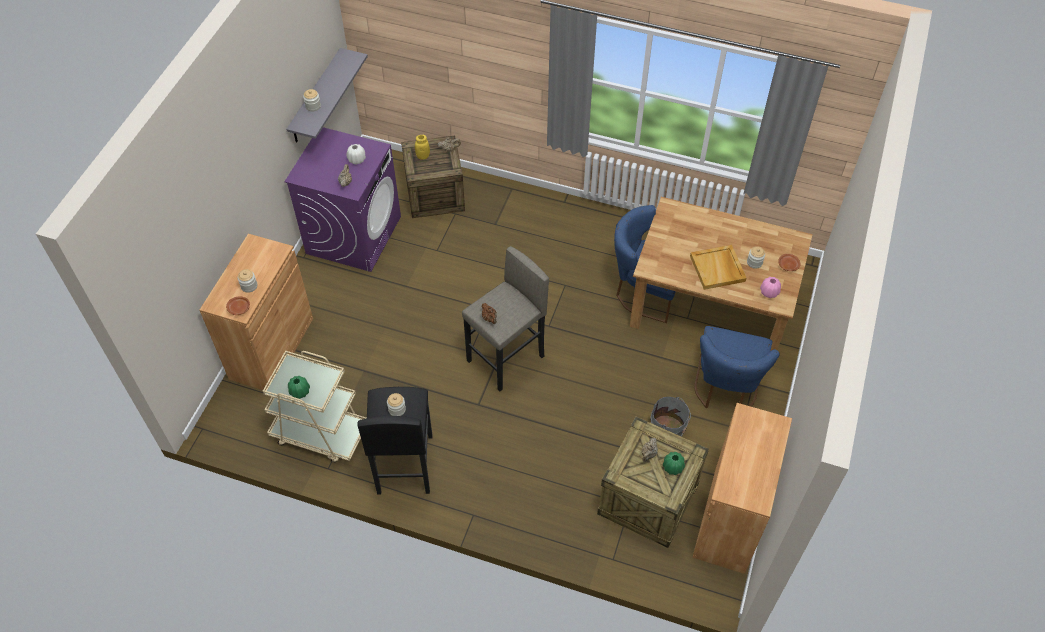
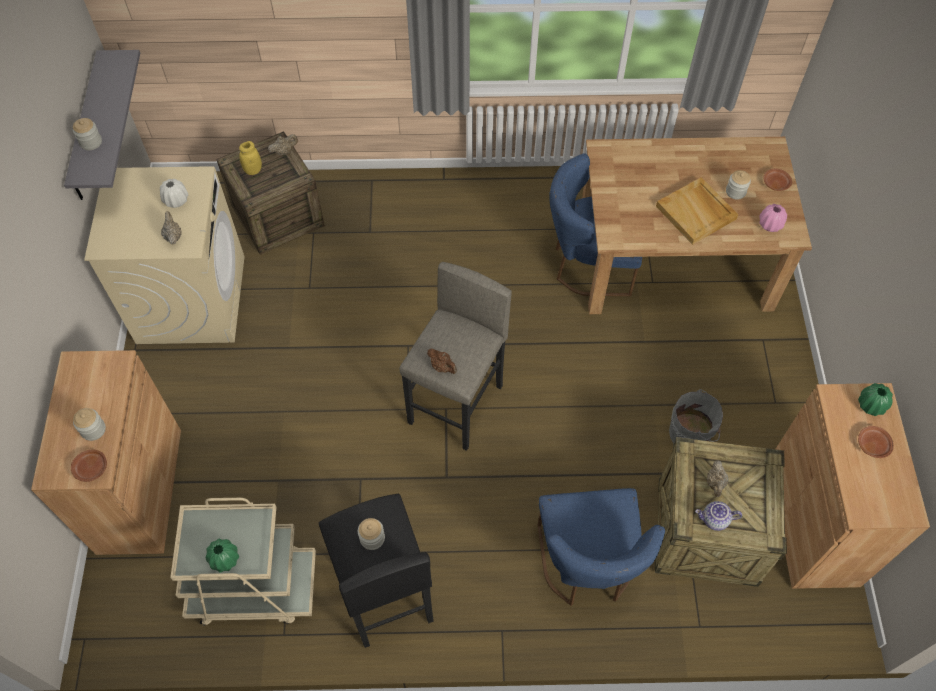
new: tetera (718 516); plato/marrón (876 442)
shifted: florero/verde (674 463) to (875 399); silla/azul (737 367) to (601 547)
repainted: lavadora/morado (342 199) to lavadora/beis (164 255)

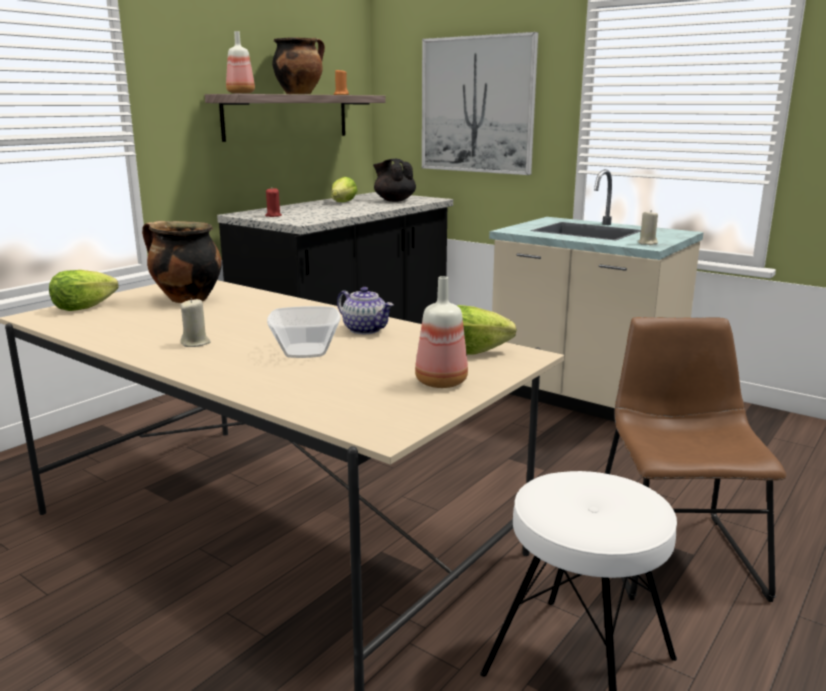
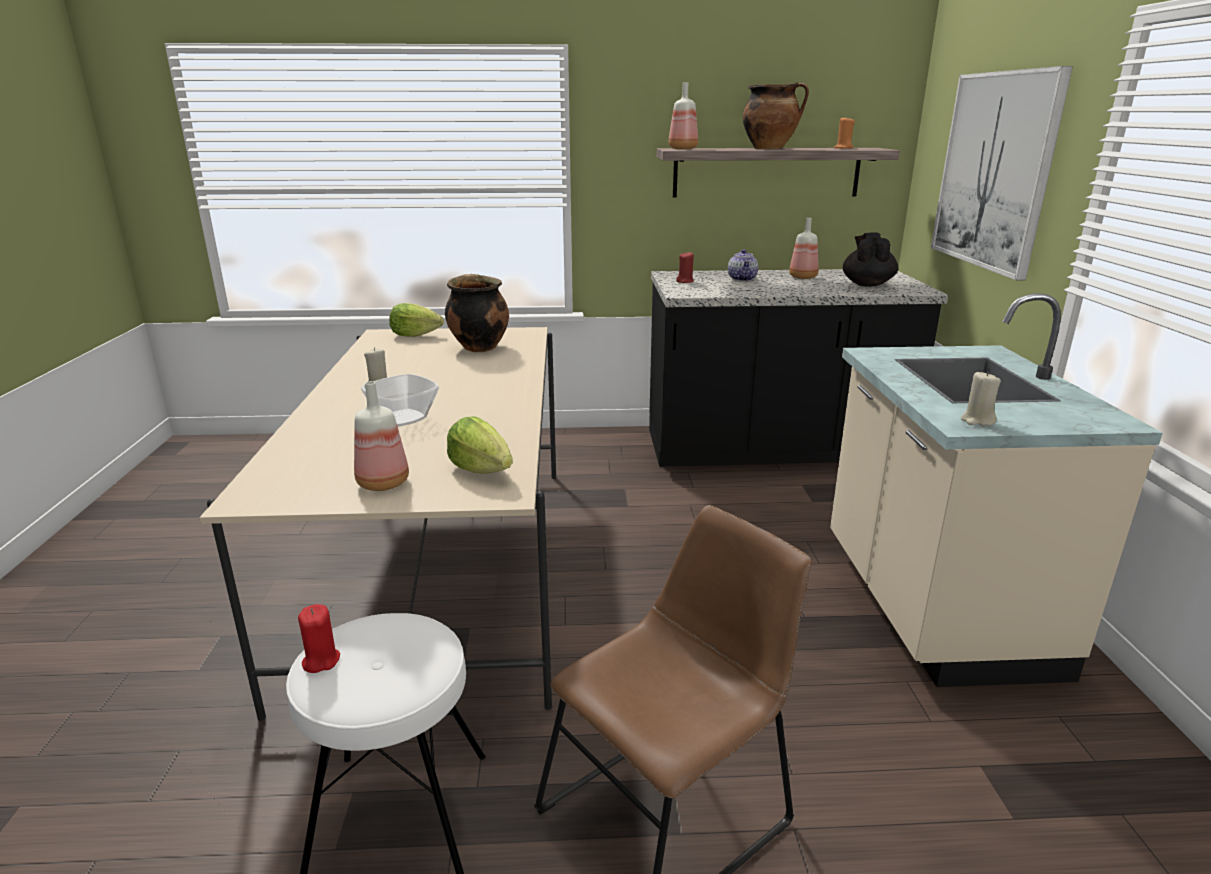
new: vela/rojo (319 638)
shifted: tetera (365 310) to (743 265)
swapped: lechuga (344 189) to botella (804 248)

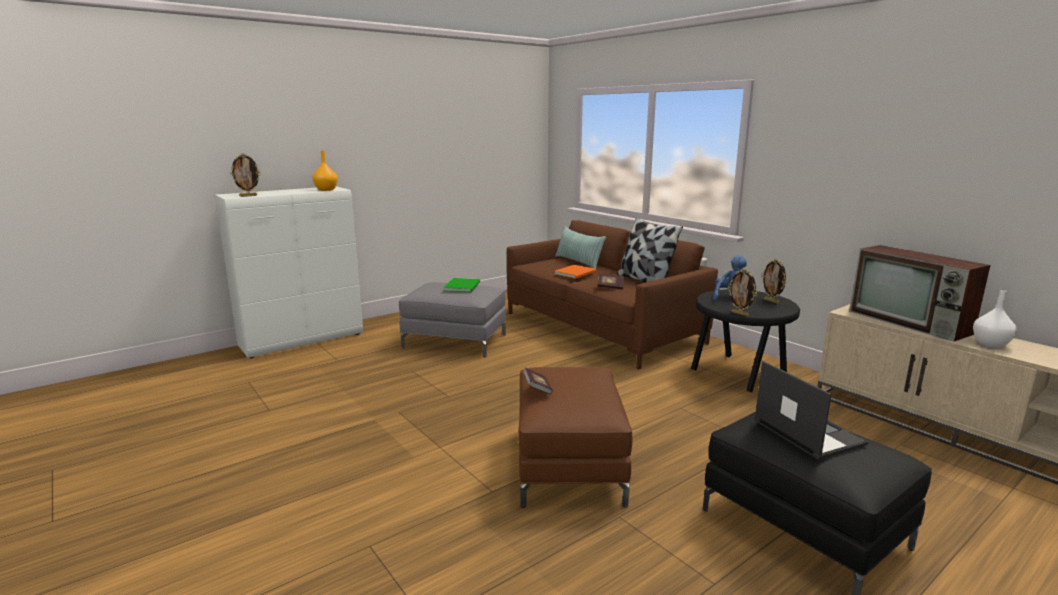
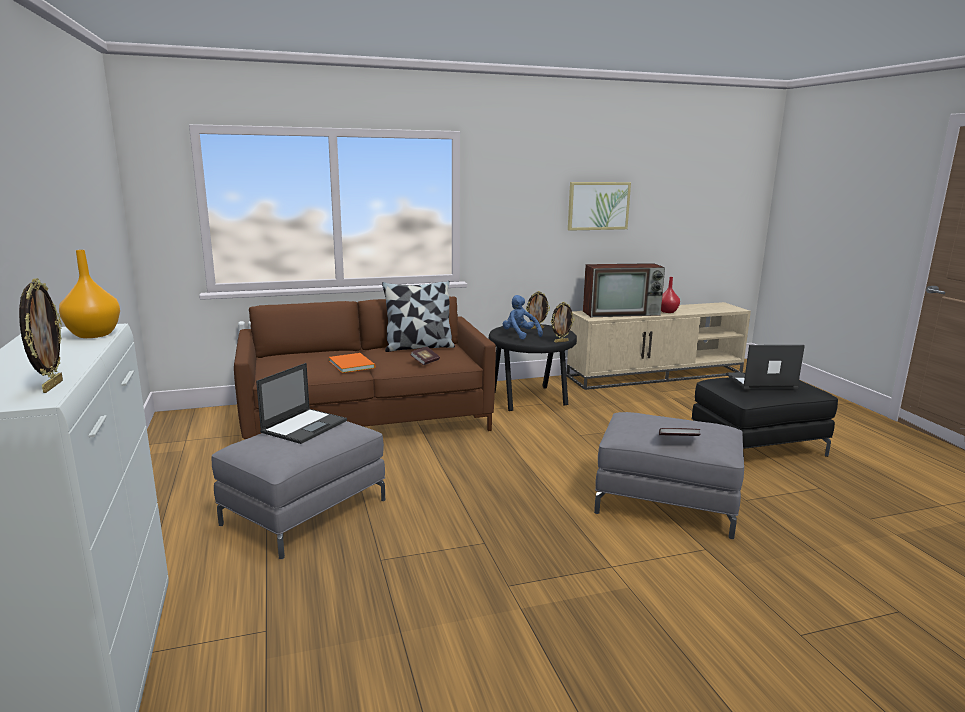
gone: cojín (580 247)
new: cuadro (599 206)
swapped: libro/verde (461 285) to portátil (301 403)
repainted: puf/marrón (575 437) to puf/gris (669 475); florero/blanco (995 319) to florero/rojo (670 295)

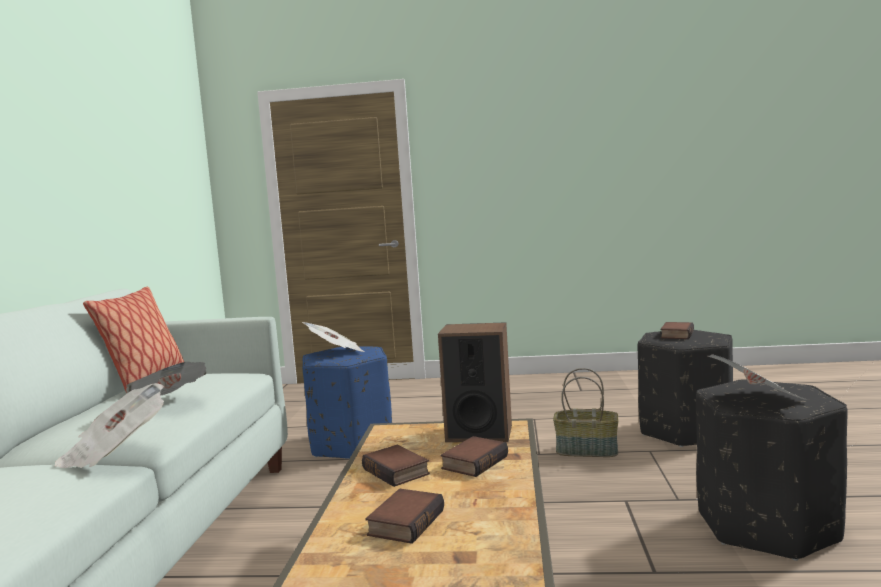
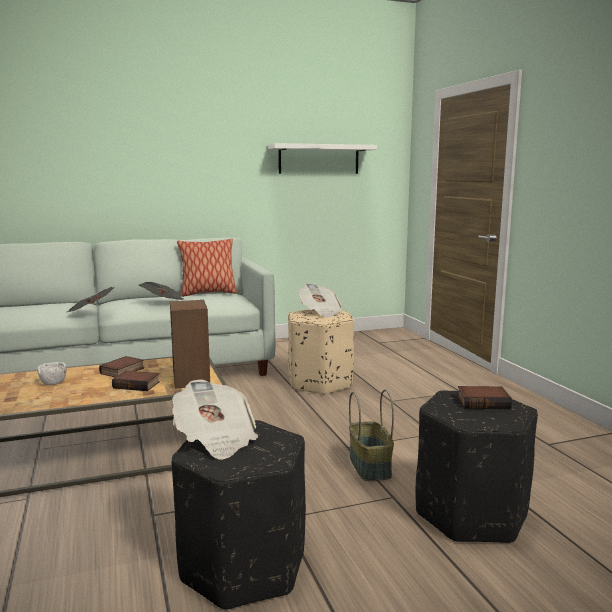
new: estante/blanco (322 158)
swapped: libro (404 516) to cuenco/blanco (52 373)
repainted: puf/azul (347 403) to puf/beis (321 352)

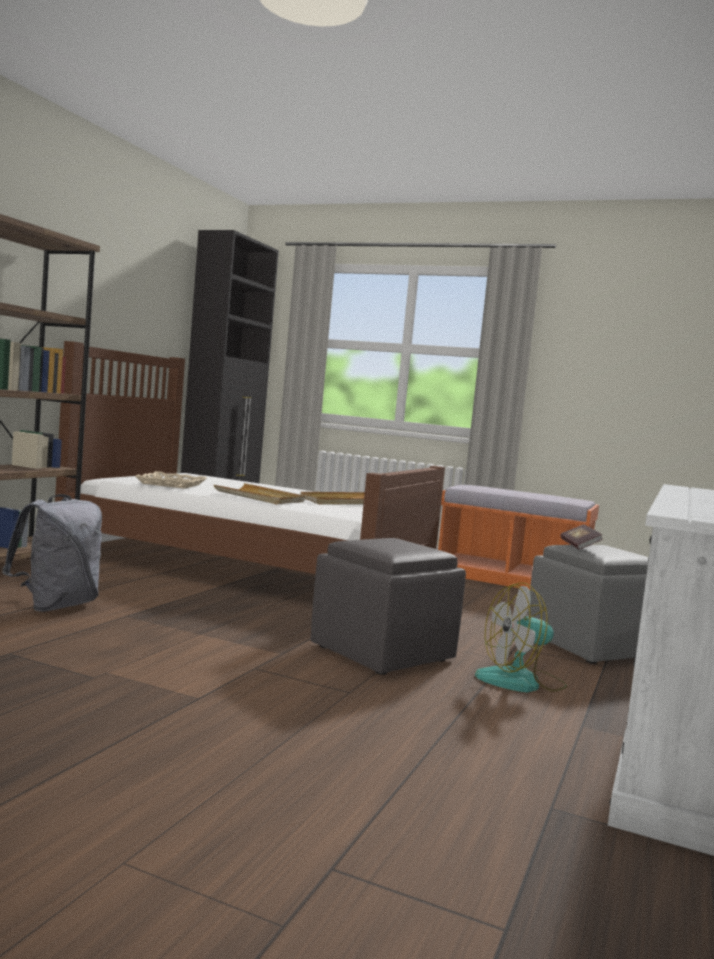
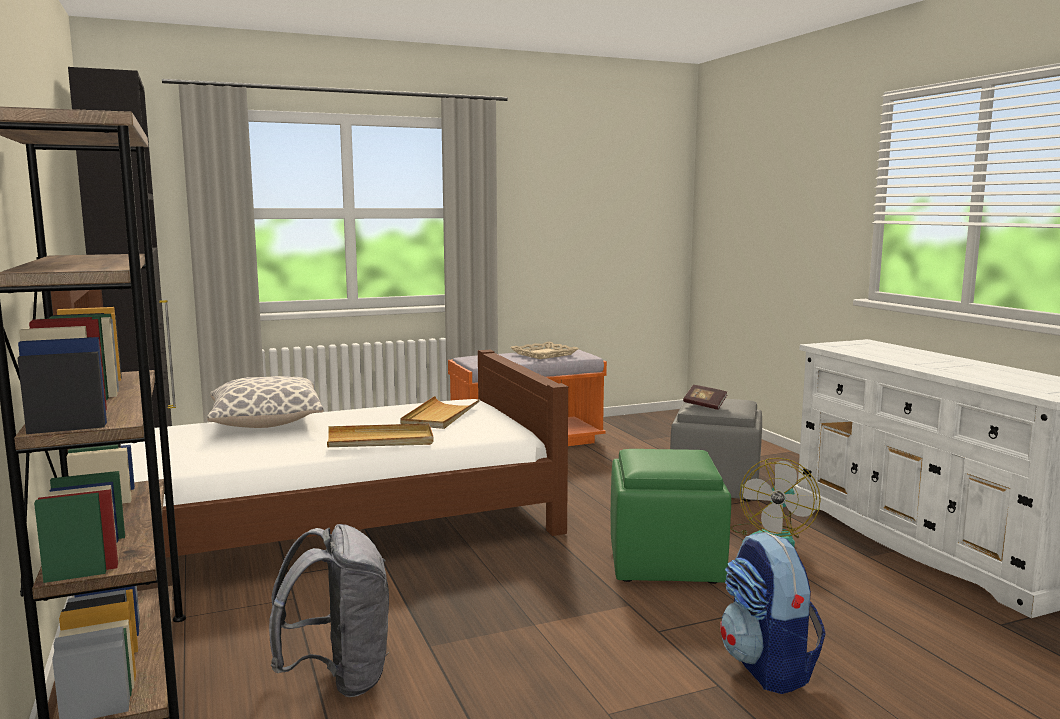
new: cojín (265 402); mochila (773 613)
shifted: bandeja/beis (171 480) to (544 350)
repainted: puf/gris (388 606) to puf/verde (671 516)

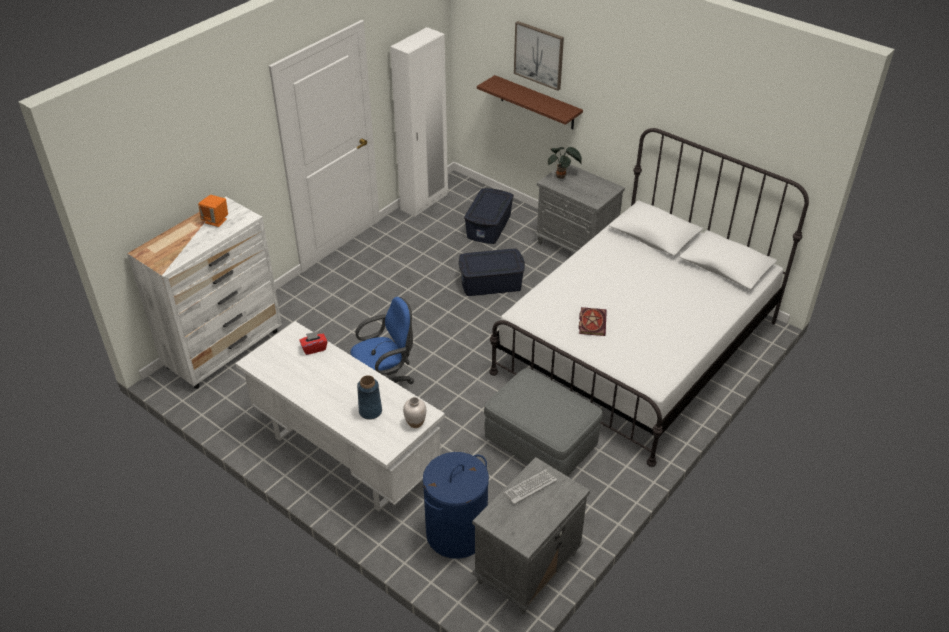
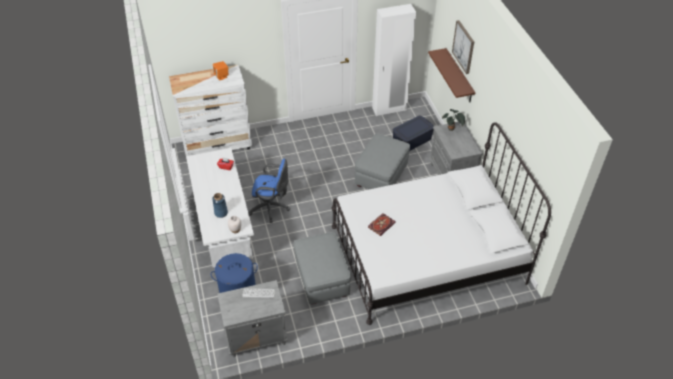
swapped: caja de almacenaje/azul (492 272) to puf/gris (382 161)

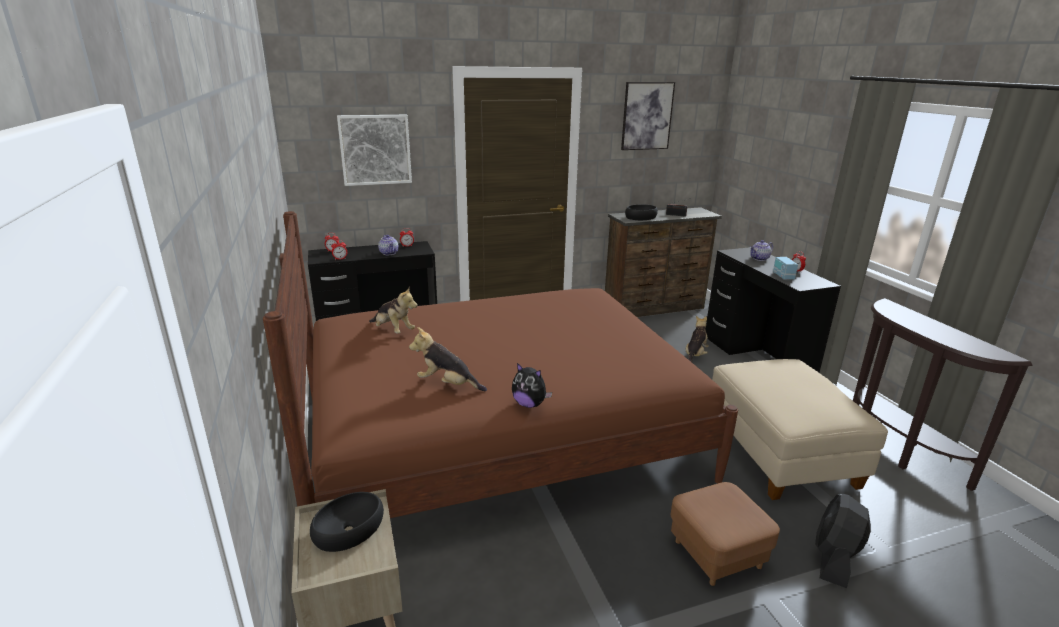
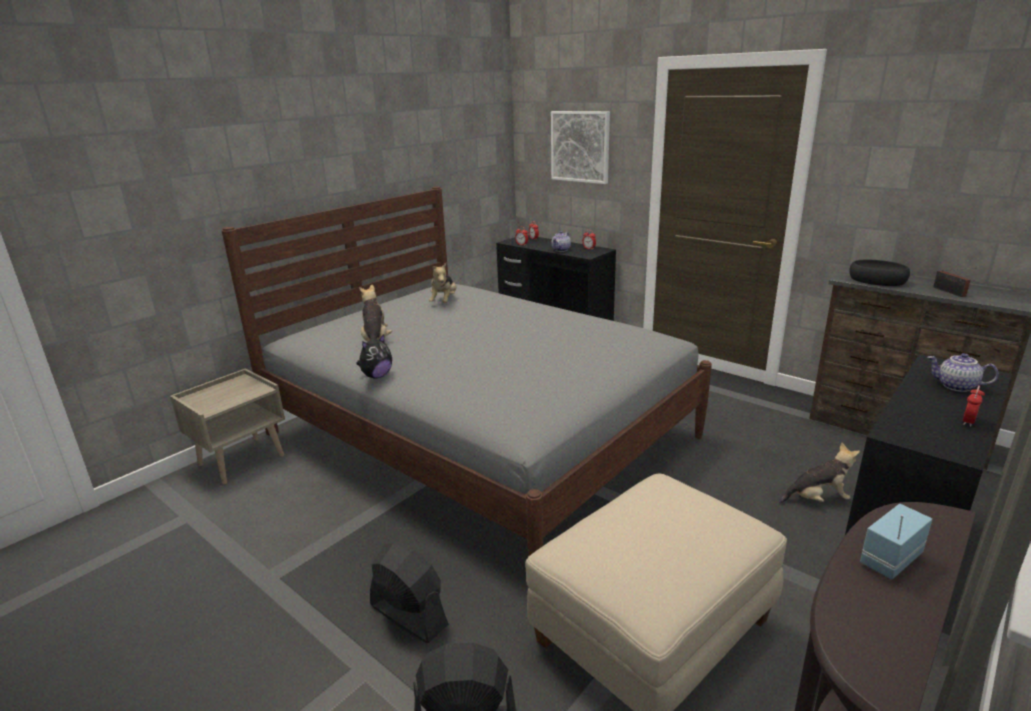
gone: cuenco/negro (347 522); cuadro (648 116)
shifted: radio (785 266) to (896 541)
swapped: puf/marrón (725 534) to ventilador/negro (409 592)
repainted: cama/marrón (500 364) to cama/gris (467 372)
rotated: peluche (532 385) = (374 356) 135 degrees counterclockwise

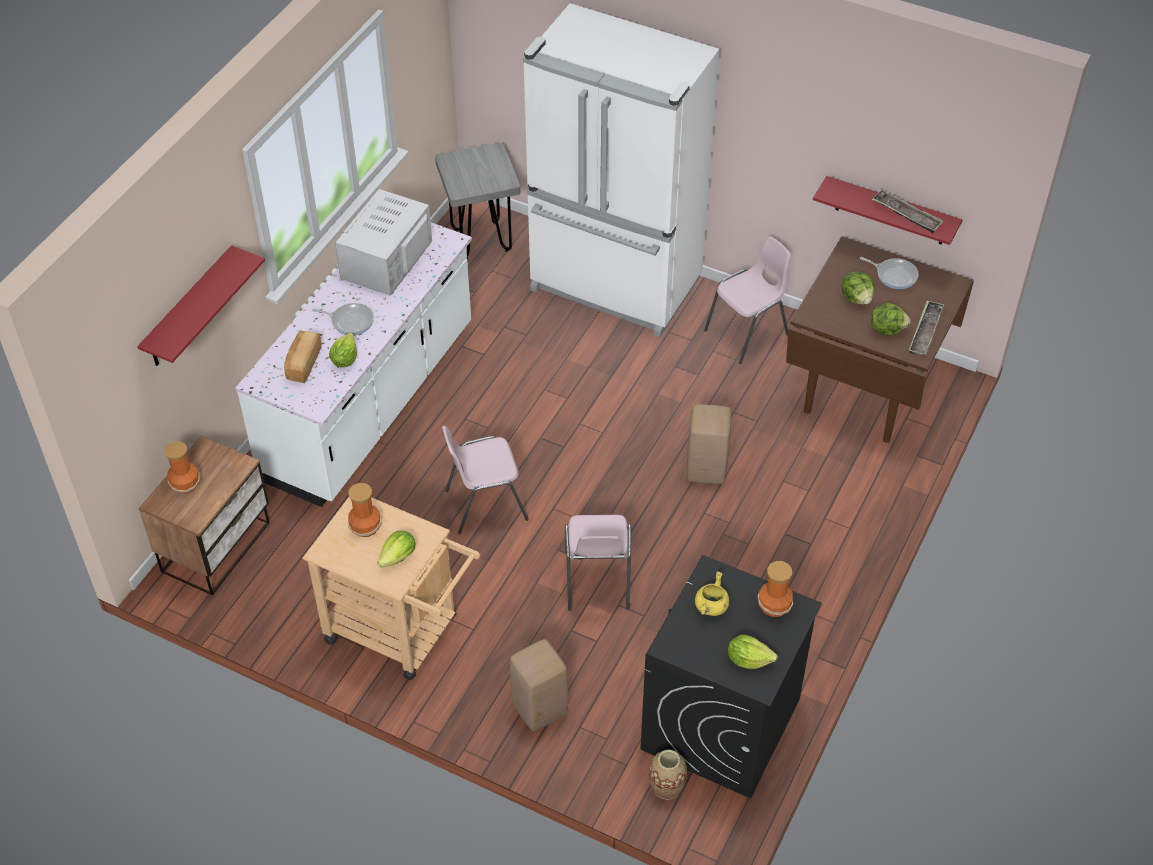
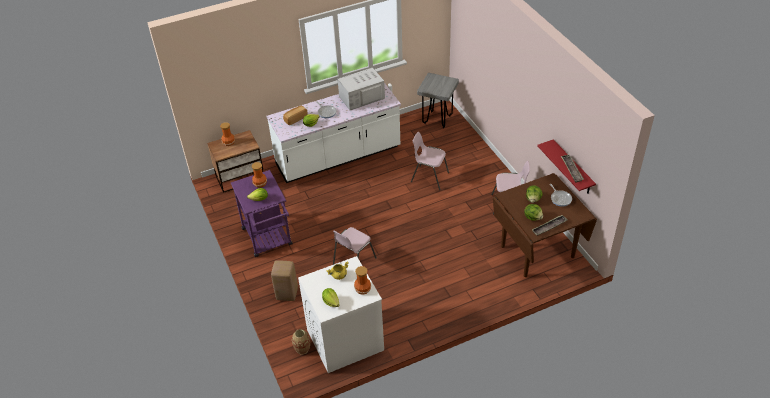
gone: estante/rojo (201 305); nevera/blanco (621 170); taburete/beis (709 444)
shifted: silla/rosa (485 480) to (430 161)
repainted: carrito/beis (391 588) to carrito/morado (262 213); lavadora/negro (731 677) to lavadora/blanco (341 314)

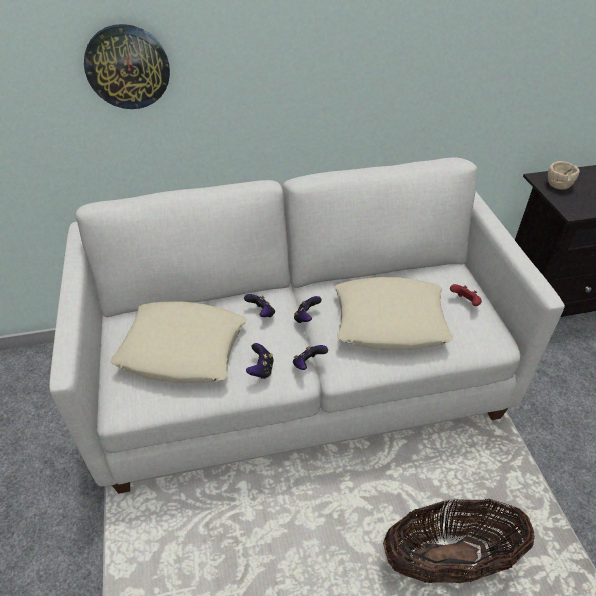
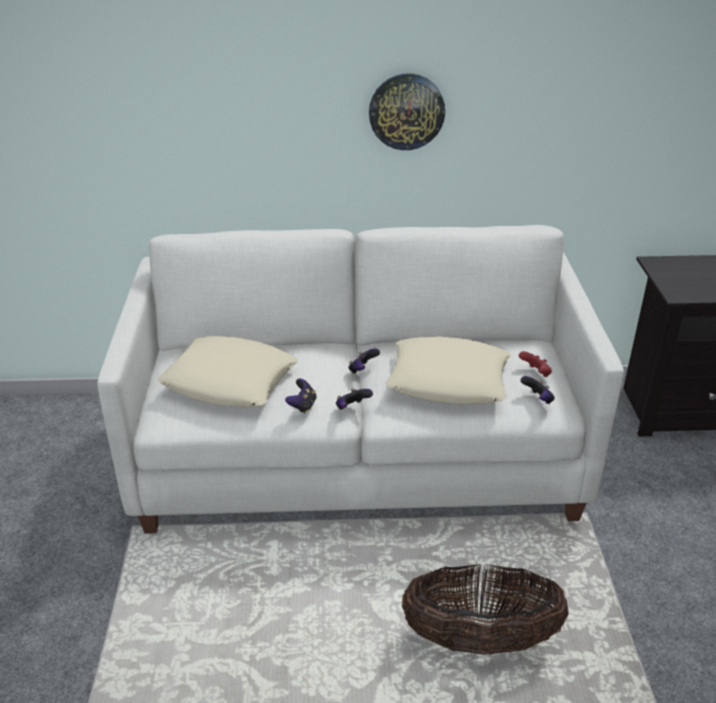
gone: cuenco/beis (564 175)
shifted: reloj de pared (127 66) to (407 112); mando de consola (259 305) to (537 390)

